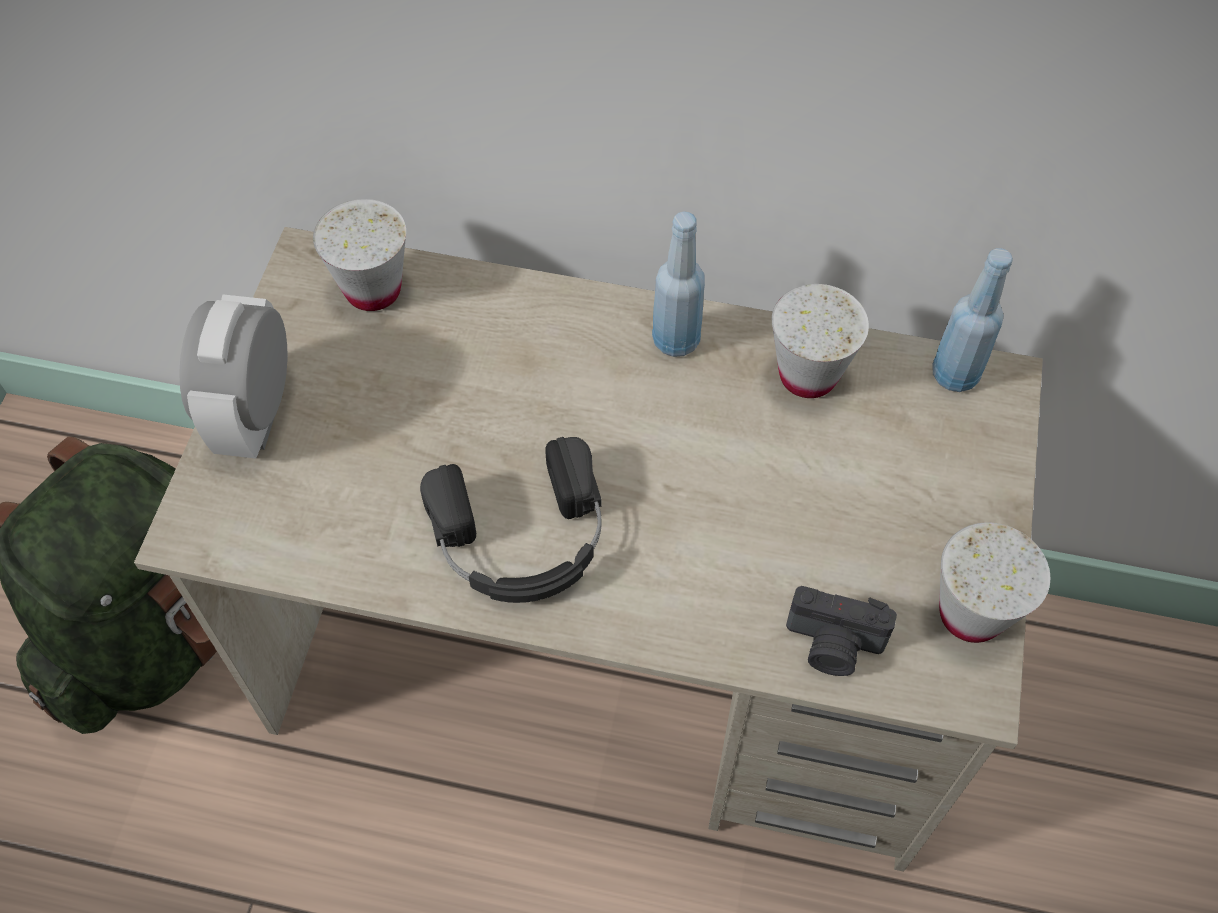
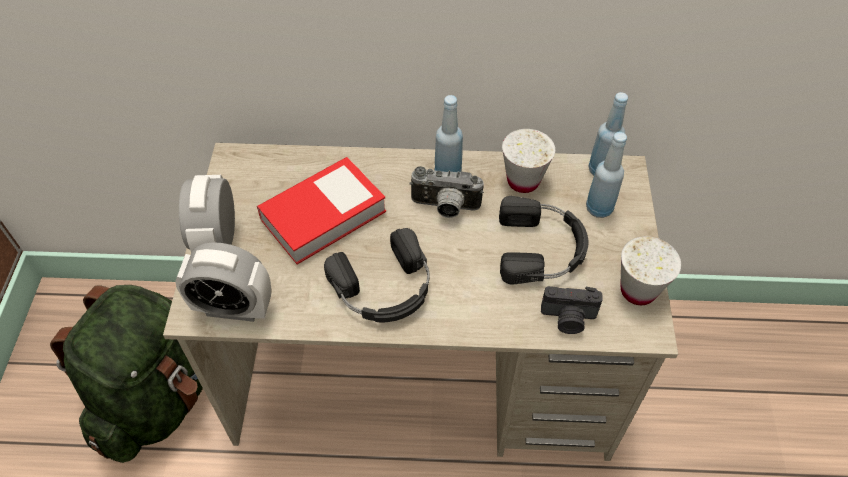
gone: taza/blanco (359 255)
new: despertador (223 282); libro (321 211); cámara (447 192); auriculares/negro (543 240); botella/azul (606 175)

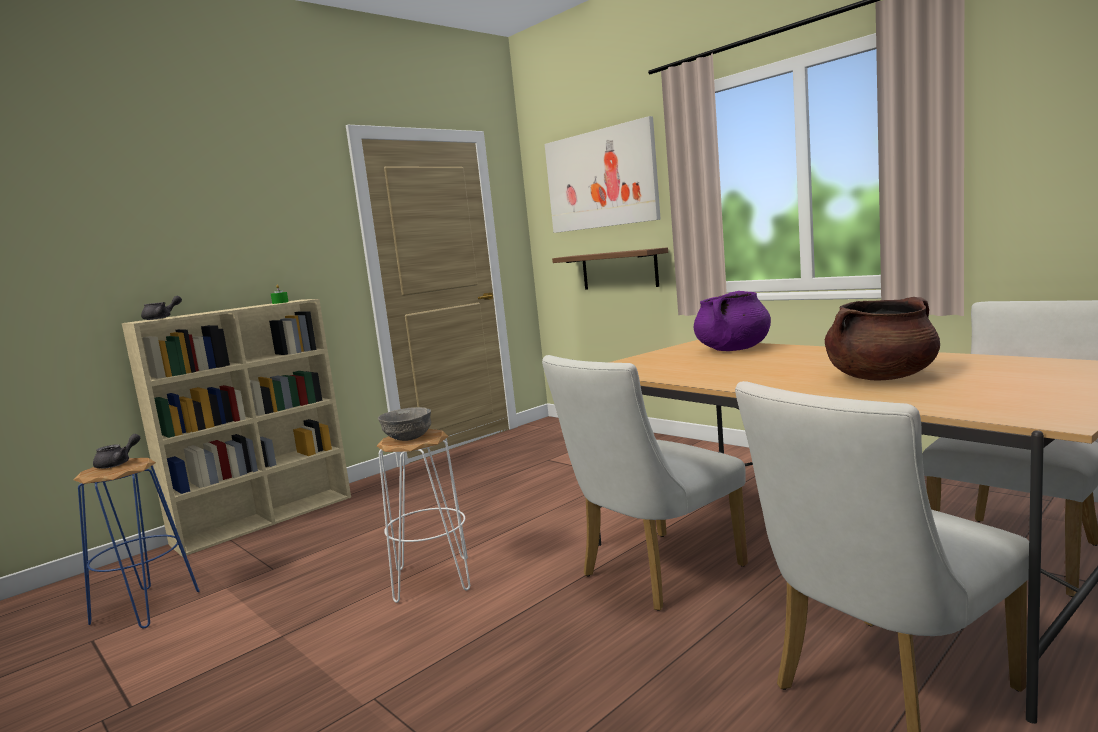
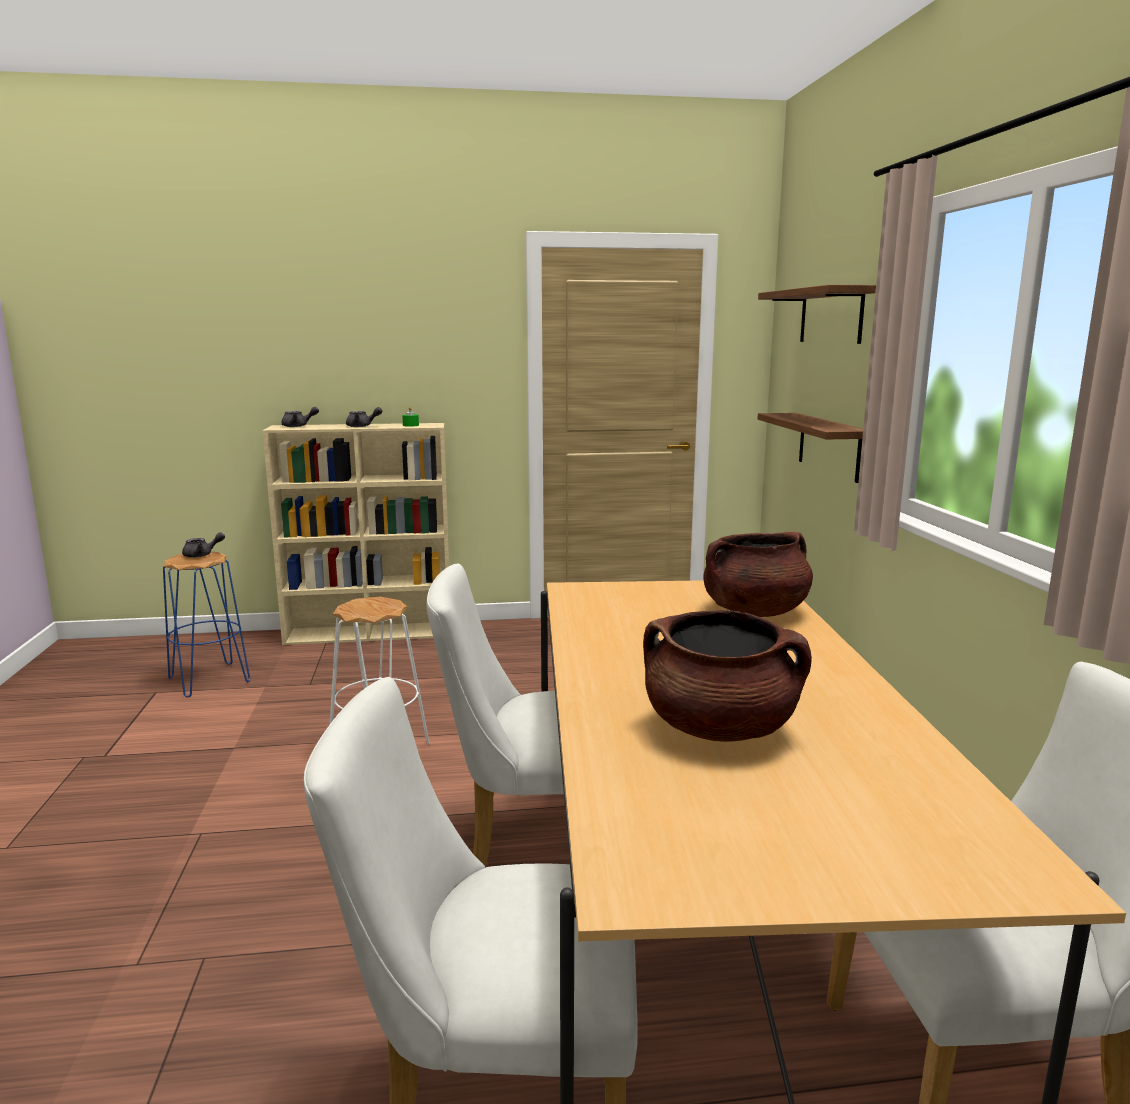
gone: cuenco/gris (404 424)
new: tetera/gris (364 417)
swapped: cuadro (603 174) to estante (817 314)
repainted: olla/morado (732 321) to olla/marrón (758 574)

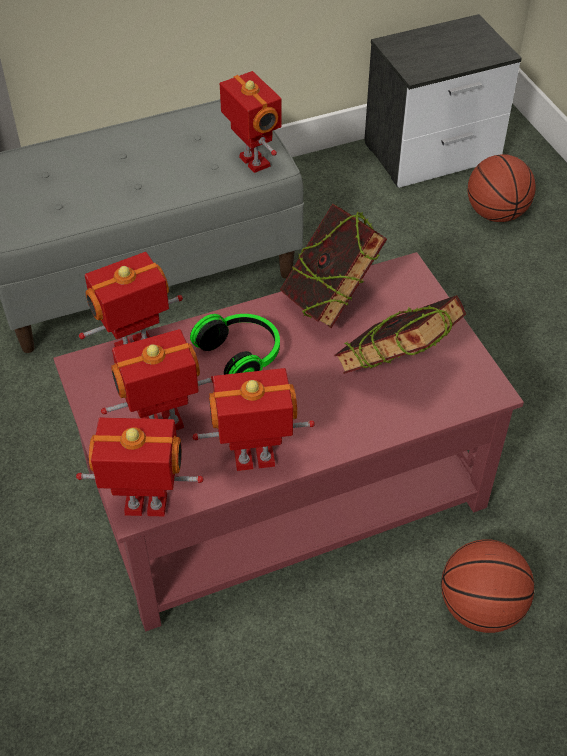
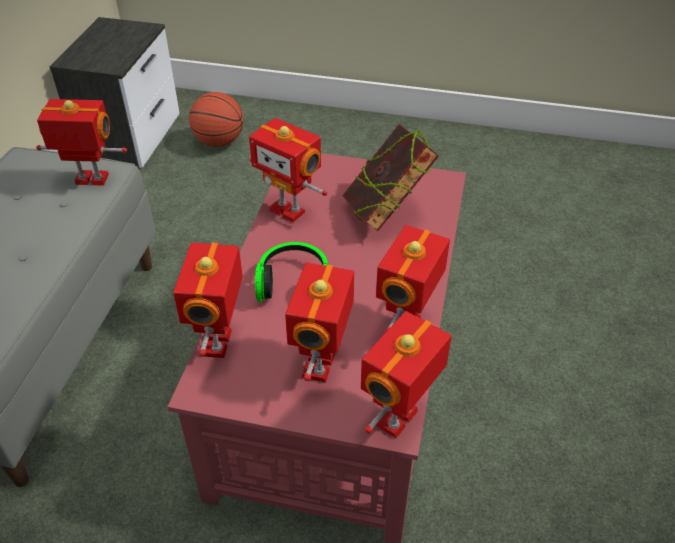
gone: balón de baloncesto (488 586)
swapped: libro (333 266) to robot de juguete (288 170)

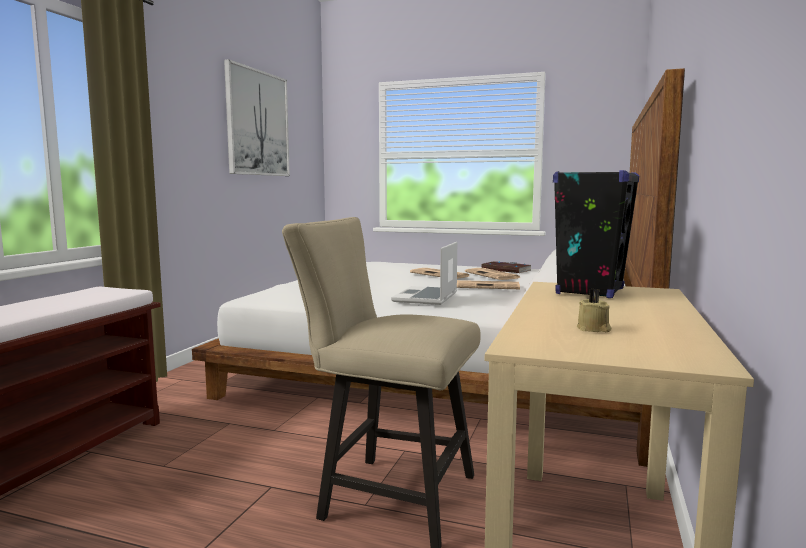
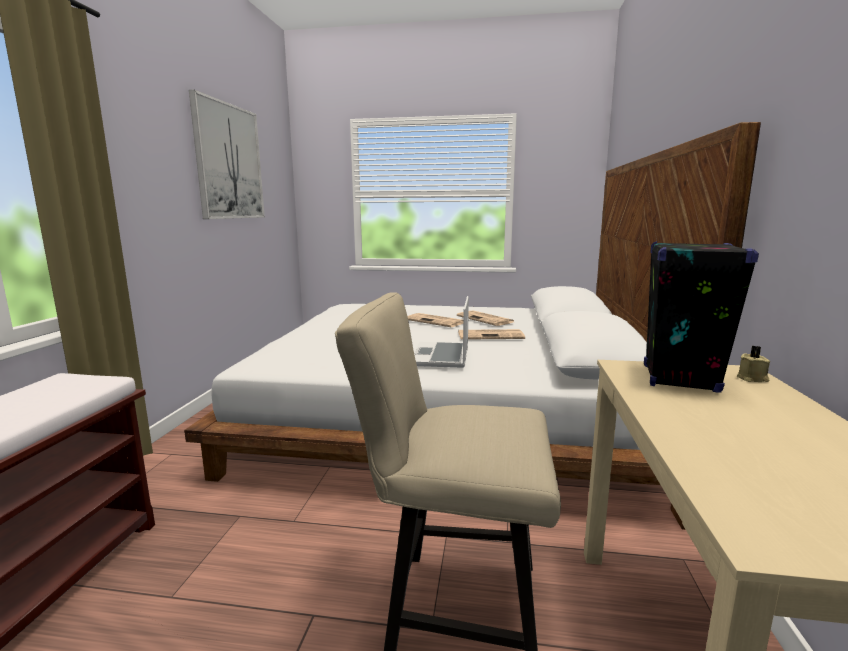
gone: libro (507 267)
shifted: vela/beis (594 310) to (753 364)

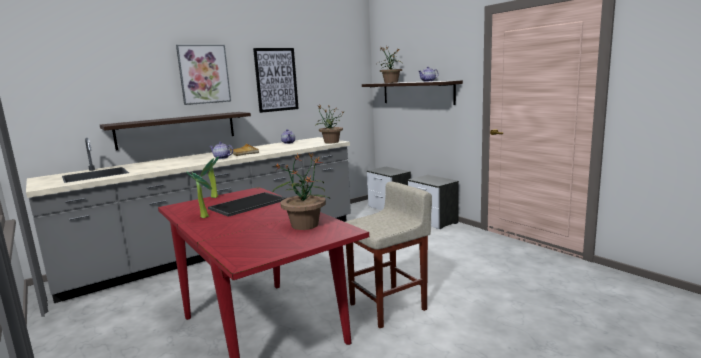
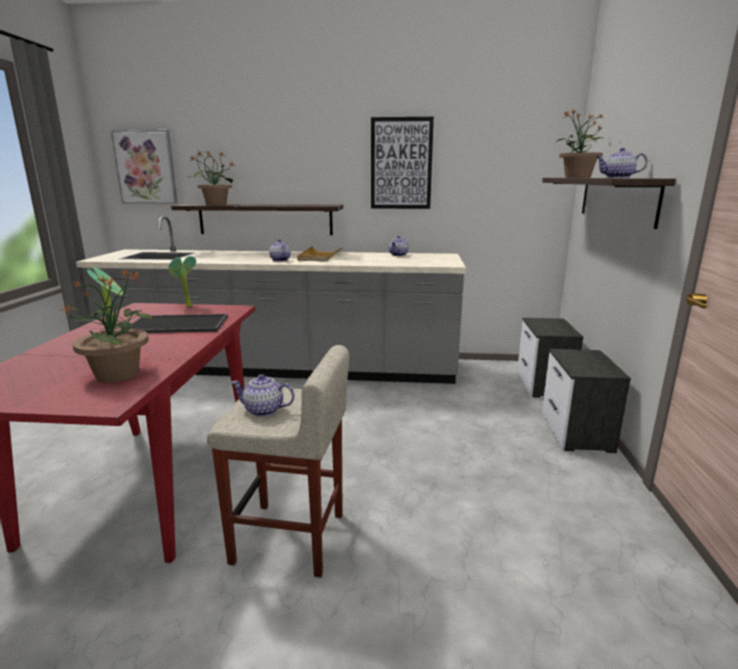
new: tetera (263 395)
shifted: cuadro (203 75) to (144 167); planta en maceta (330 124) to (212 177)

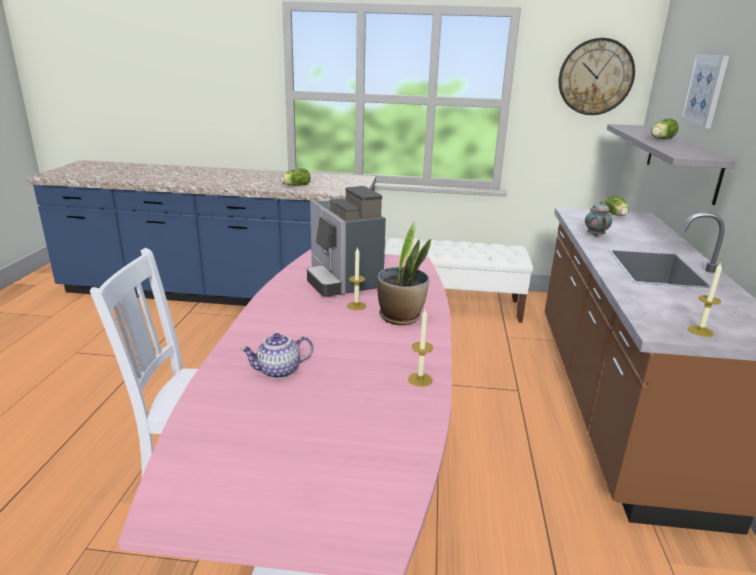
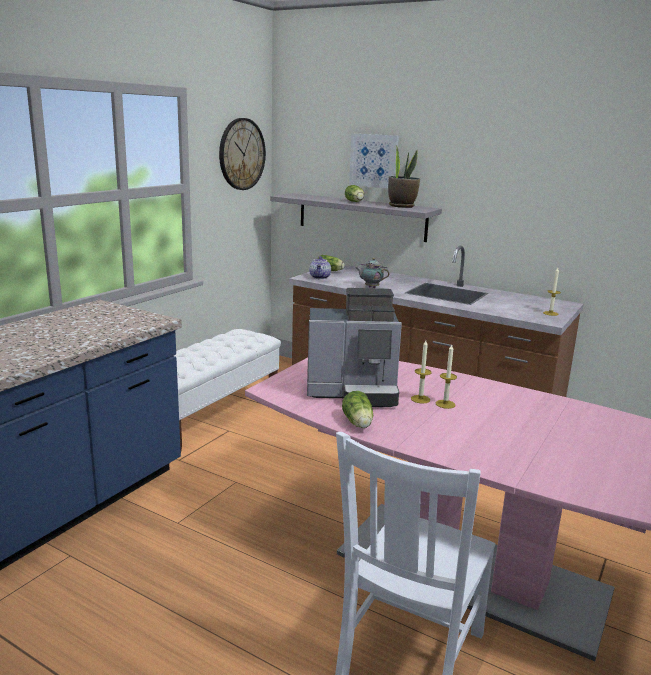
shifted: tetera (276 356) to (320 267); lechuga (295 177) to (357 409); planta en maceta (404 273) to (404 176); vela (420 348) to (446 377)

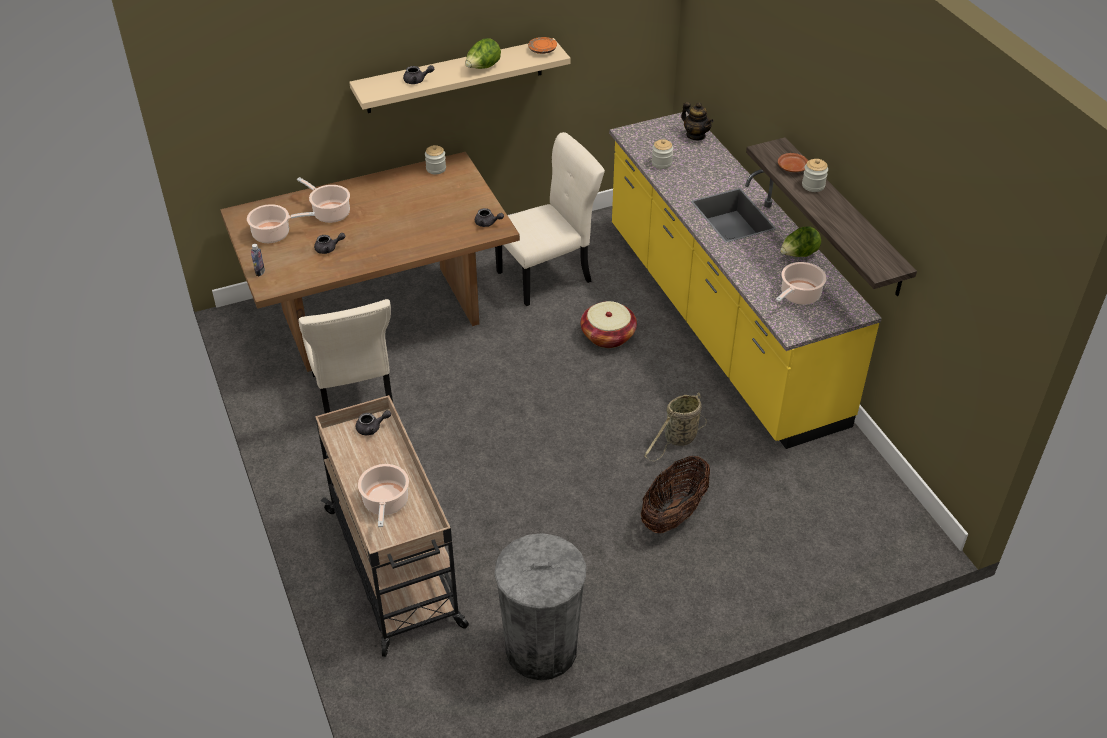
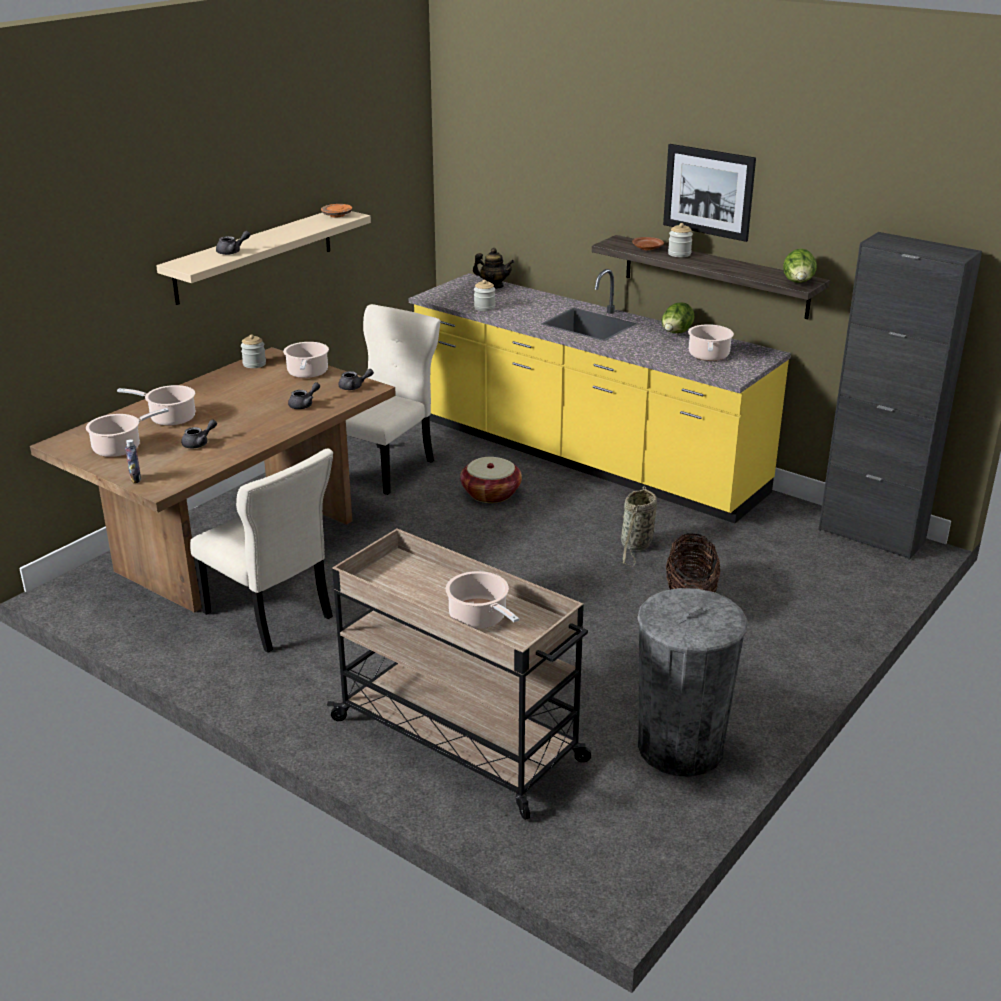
new: olla (306 360); cuadro (709 193); armario/negro (900 396)
shifted: tetera/gris (373 422) to (304 395); lechuga (483 53) to (800 265)

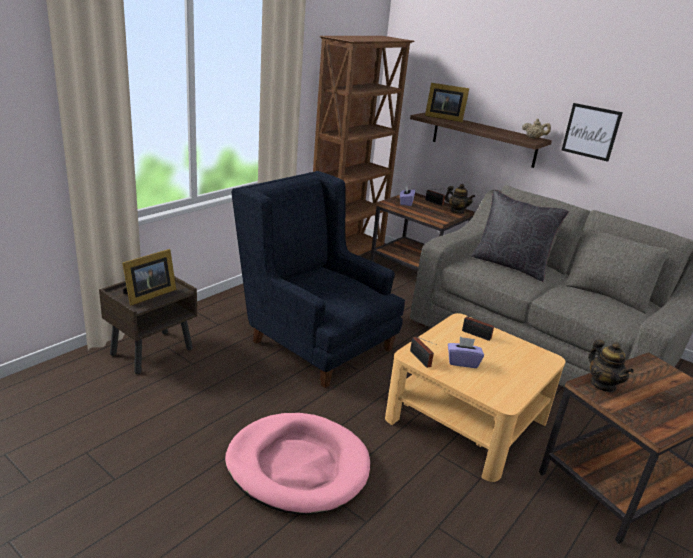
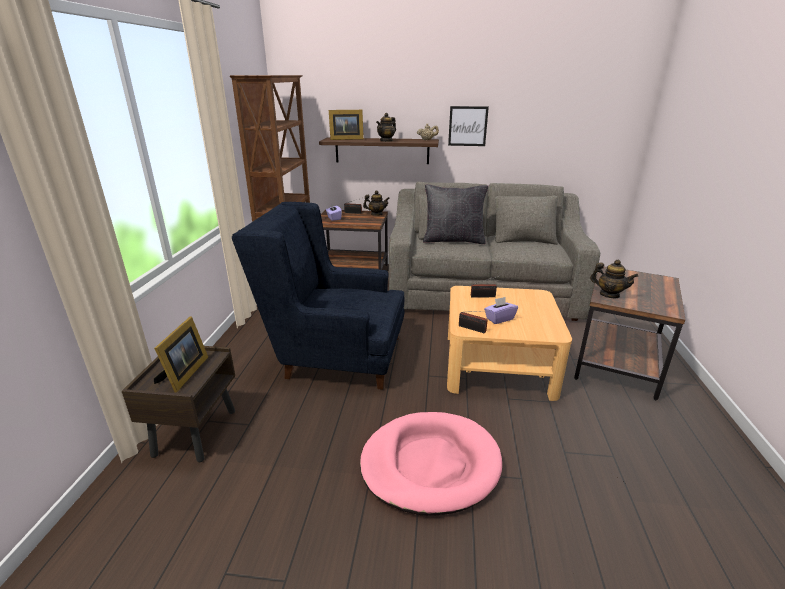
new: tetera (386 127)

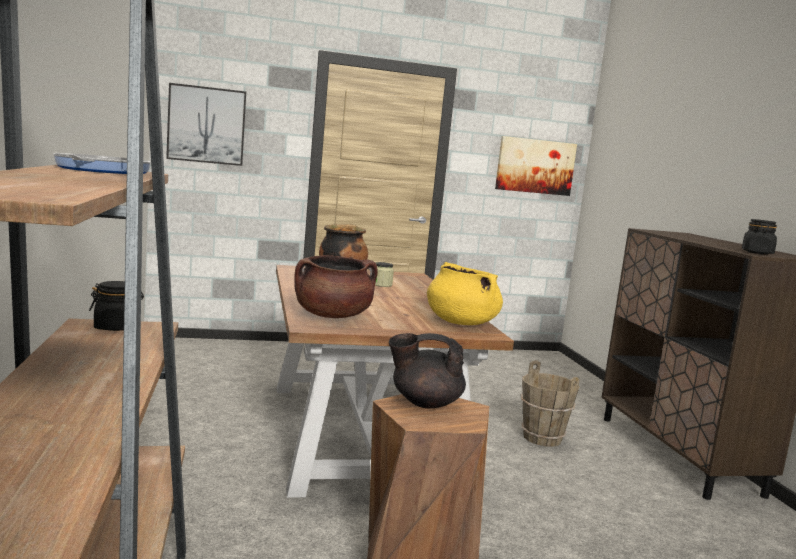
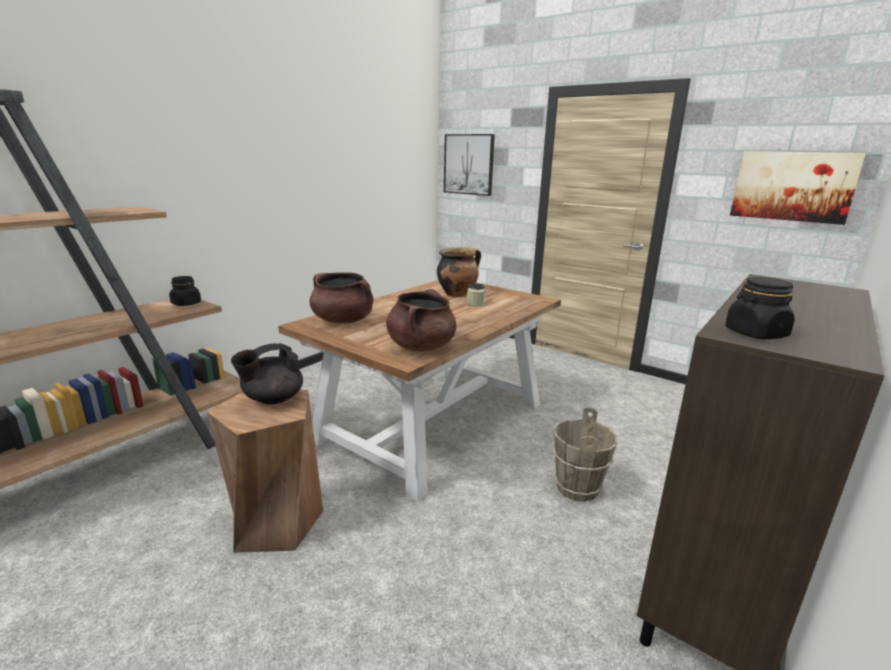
gone: sartén (102 163)
repainted: olla/amarillo (465 293) to olla/marrón (421 320)
rotated: tetera/negro (427 371) = (267 373) 90 degrees counterclockwise

